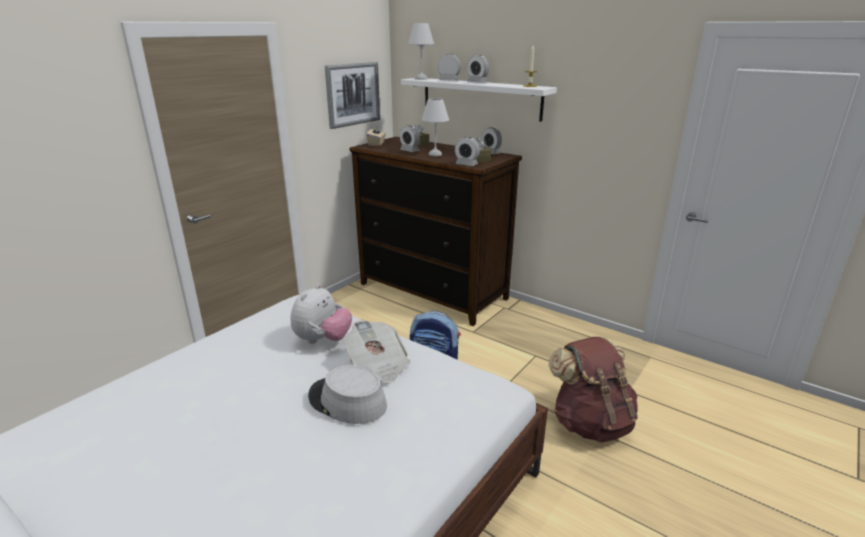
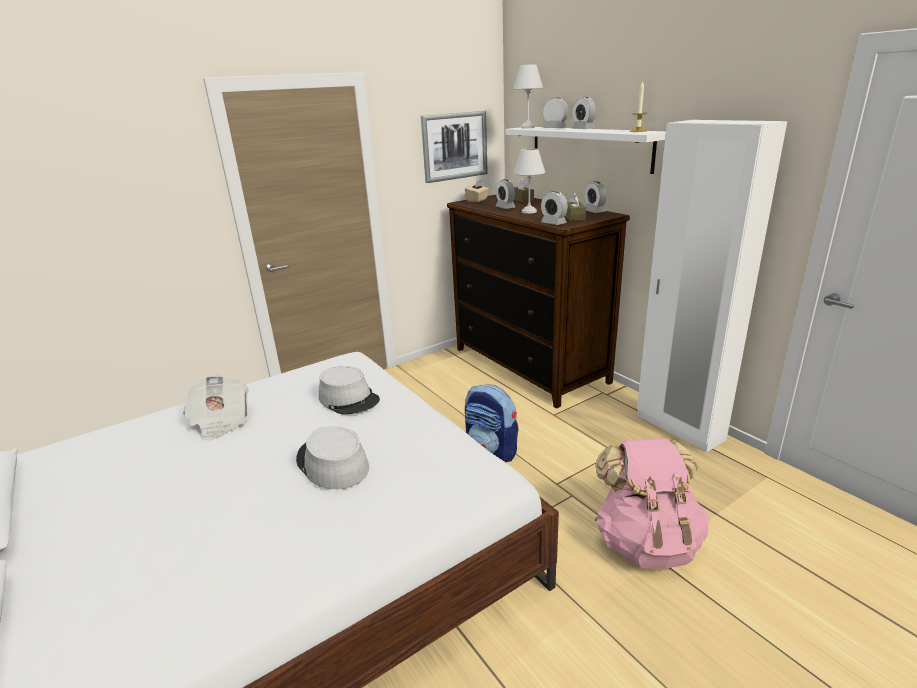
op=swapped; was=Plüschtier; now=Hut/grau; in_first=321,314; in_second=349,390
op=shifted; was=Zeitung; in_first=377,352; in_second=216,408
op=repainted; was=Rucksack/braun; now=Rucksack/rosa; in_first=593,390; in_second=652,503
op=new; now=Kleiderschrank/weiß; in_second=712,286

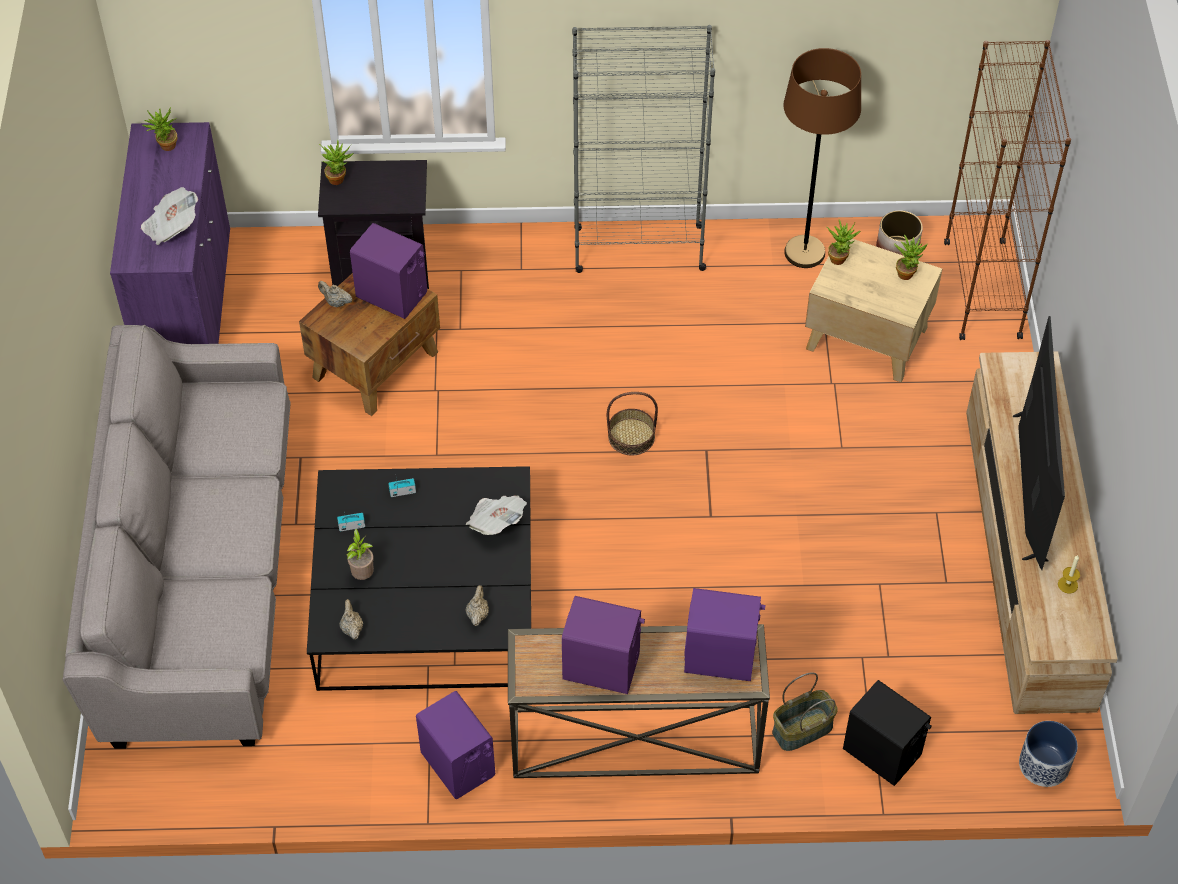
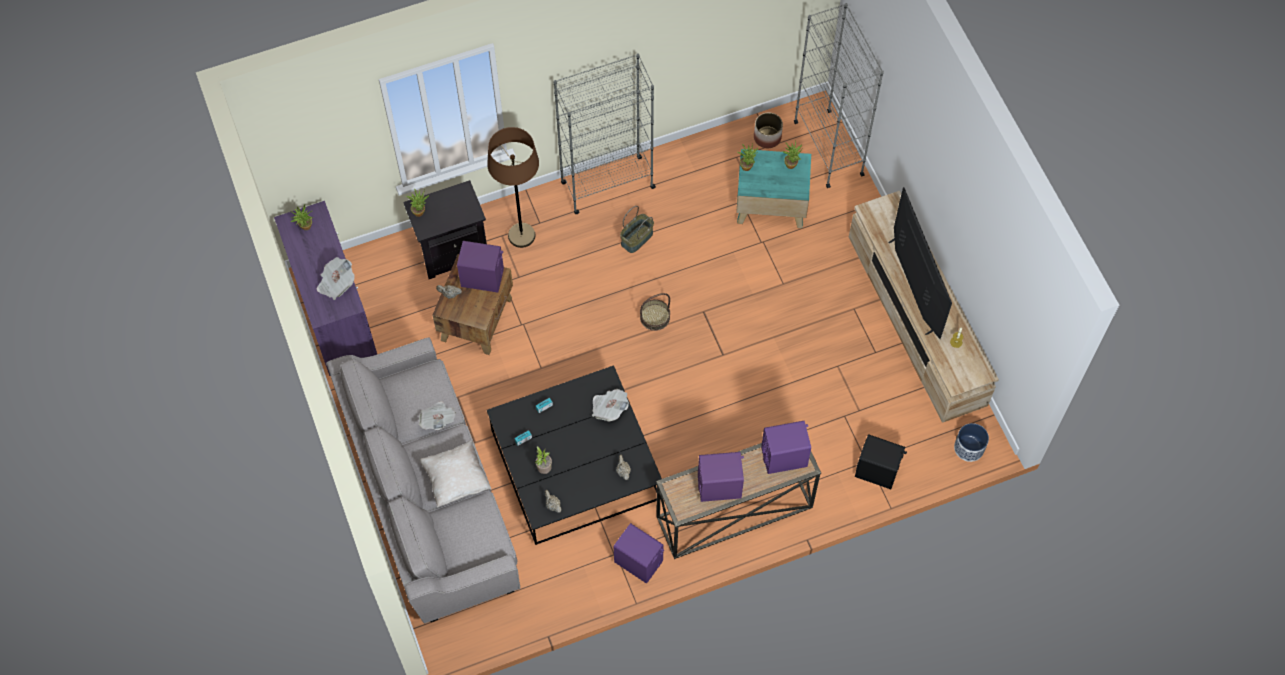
op=repainted; was=Bücherregal/braun; now=Bücherregal/grau; in_first=1007,190; in_second=839,95
op=shifted; was=Stehlampe/braun; in_first=822,158; in_second=513,187
op=repainted; was=Beistelltisch/beige; now=Beistelltisch/türkis; in_first=873,310; in_second=773,188
op=shifted; was=Korb; in_first=805,711; in_second=637,229
op=new; now=Zeitung; in_second=437,415
op=new; now=Kissen/beige; in_second=456,473

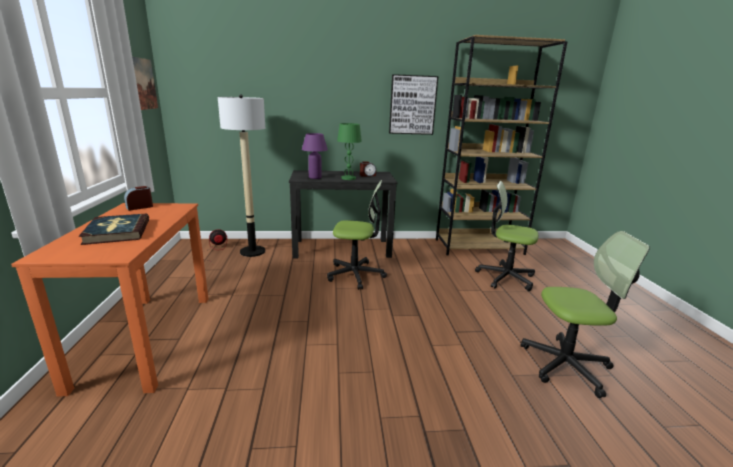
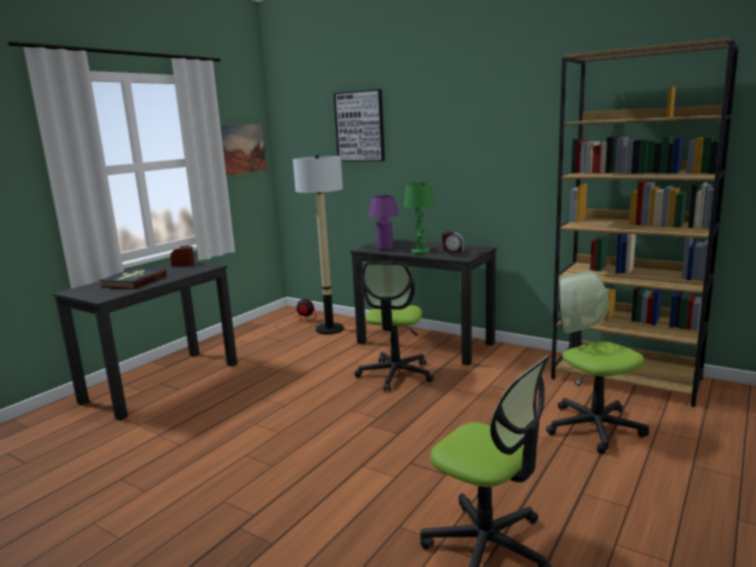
op=shifted; was=Bild; in_first=413,104; in_second=359,125
op=rotated; was=Bürostuhl; in_first=357,235; in_second=394,326; clockwise=60
op=repainted; was=Schreibtisch/orange; now=Schreibtisch/schwarz; in_first=109,300; in_second=145,341

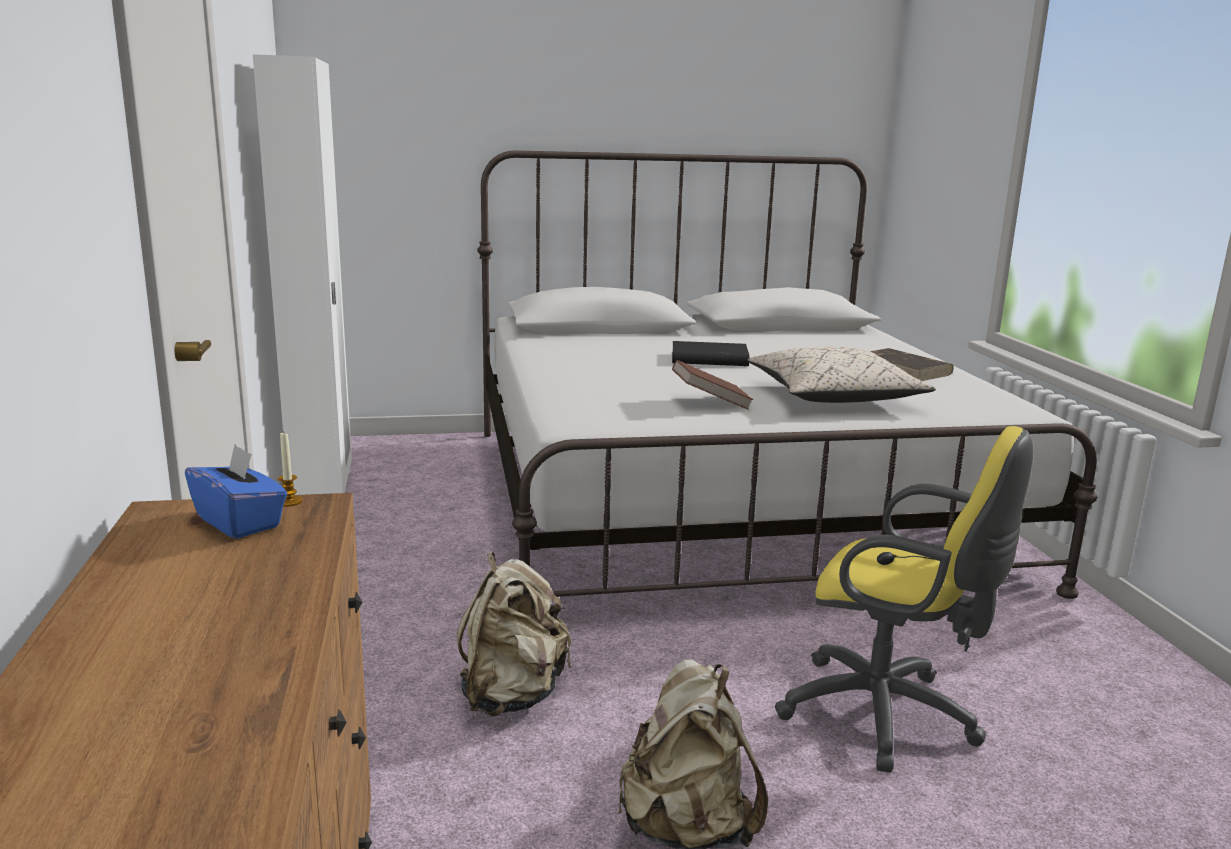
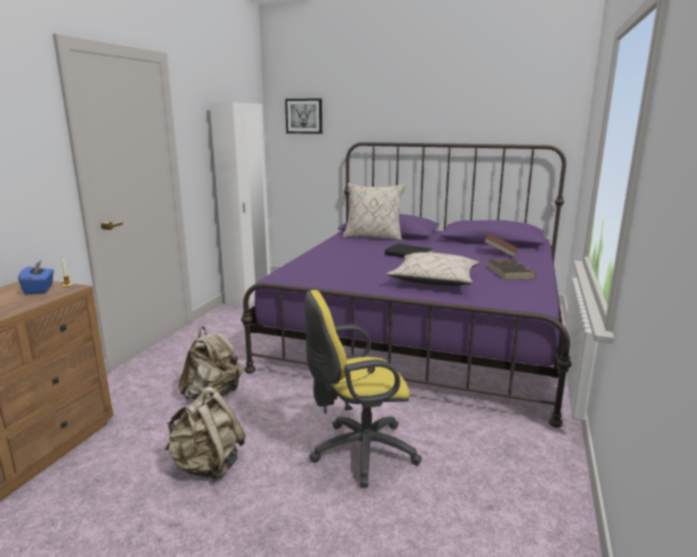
op=repainted; was=Bett/weiß; now=Bett/lila; in_first=787,374; in_second=406,284
op=shifted; was=Buch/braun; in_first=712,385; in_second=500,245
op=rotated; was=Bürostuhl/gelb; in_first=904,599; in_second=363,388; clockwise=105
op=new; now=Bild; in_second=303,116
op=new; now=Kissen/beige; in_second=374,212

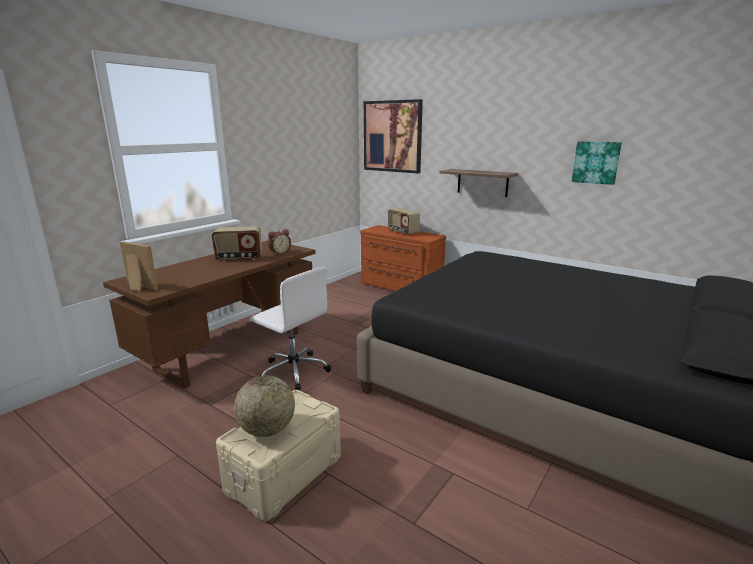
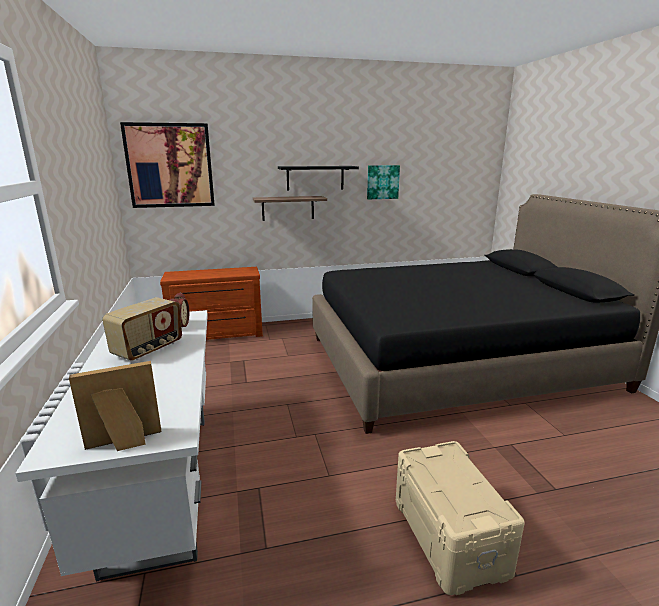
op=gone; was=Radio; in_first=404,222
op=repainted; was=Schreibtisch/braun; now=Schreibtisch/weiß; in_first=209,315; in_second=111,446
op=gone; was=Bürostuhl/weiß; in_first=290,328
op=gone; was=Globus; in_first=264,406
op=new; now=Wandregal/schwarz; in_second=318,178

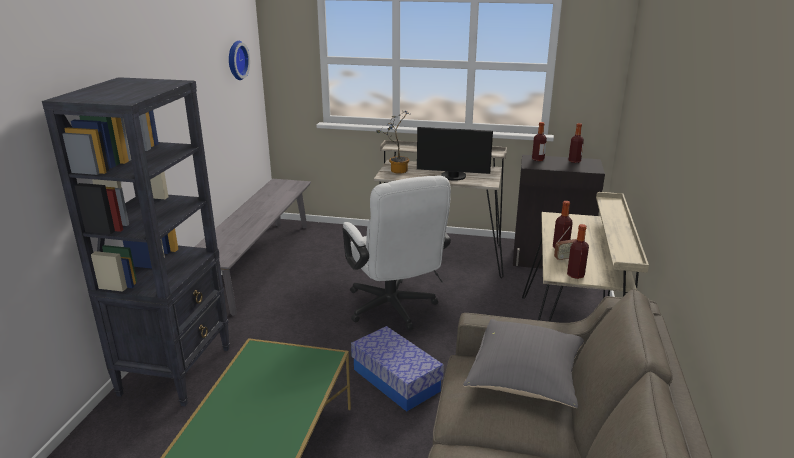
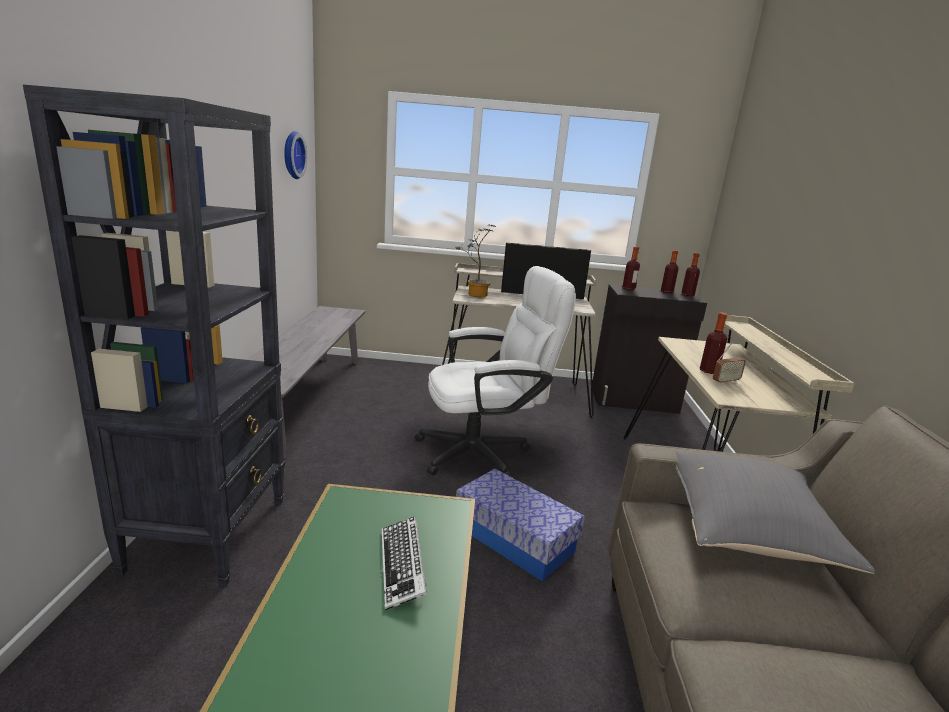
op=rotated; was=Bürostuhl/weiß; in_first=397,252; in_second=495,371; clockwise=-75
op=shifted; was=Flasche; in_first=578,251; in_second=690,274
op=new; now=Tastatur; in_second=404,563

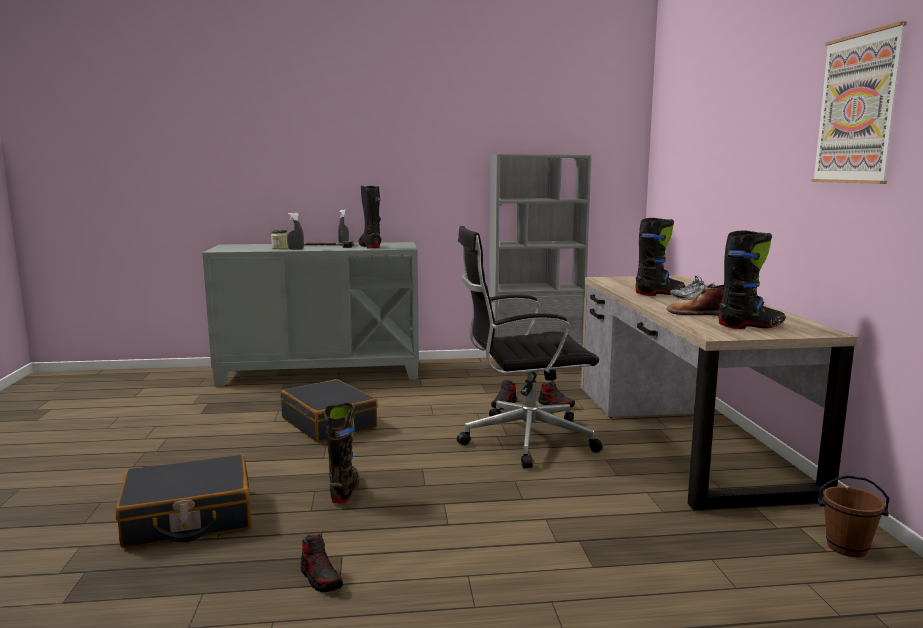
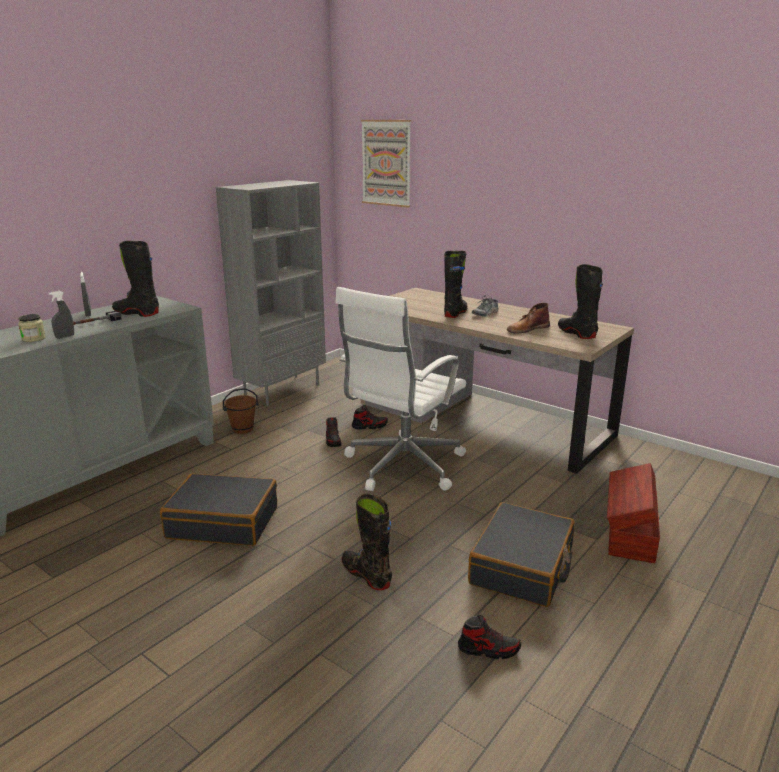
op=shifted; was=Bild; in_first=859,102; in_second=386,163
op=repainted; was=Bürostuhl/schwarz; now=Bürostuhl/weiß; in_first=529,347; in_second=400,389
op=rotated; was=Stiefel/schwarz; in_first=752,279; in_second=580,301; clockwise=-60
op=shifted; was=Koffer/schwarz; in_first=183,501; in_second=521,554
op=shifted; was=Eimer/braun; in_first=854,516; in_second=240,411
op=new; now=Aufbewahrungsbox/braun; in_second=633,513

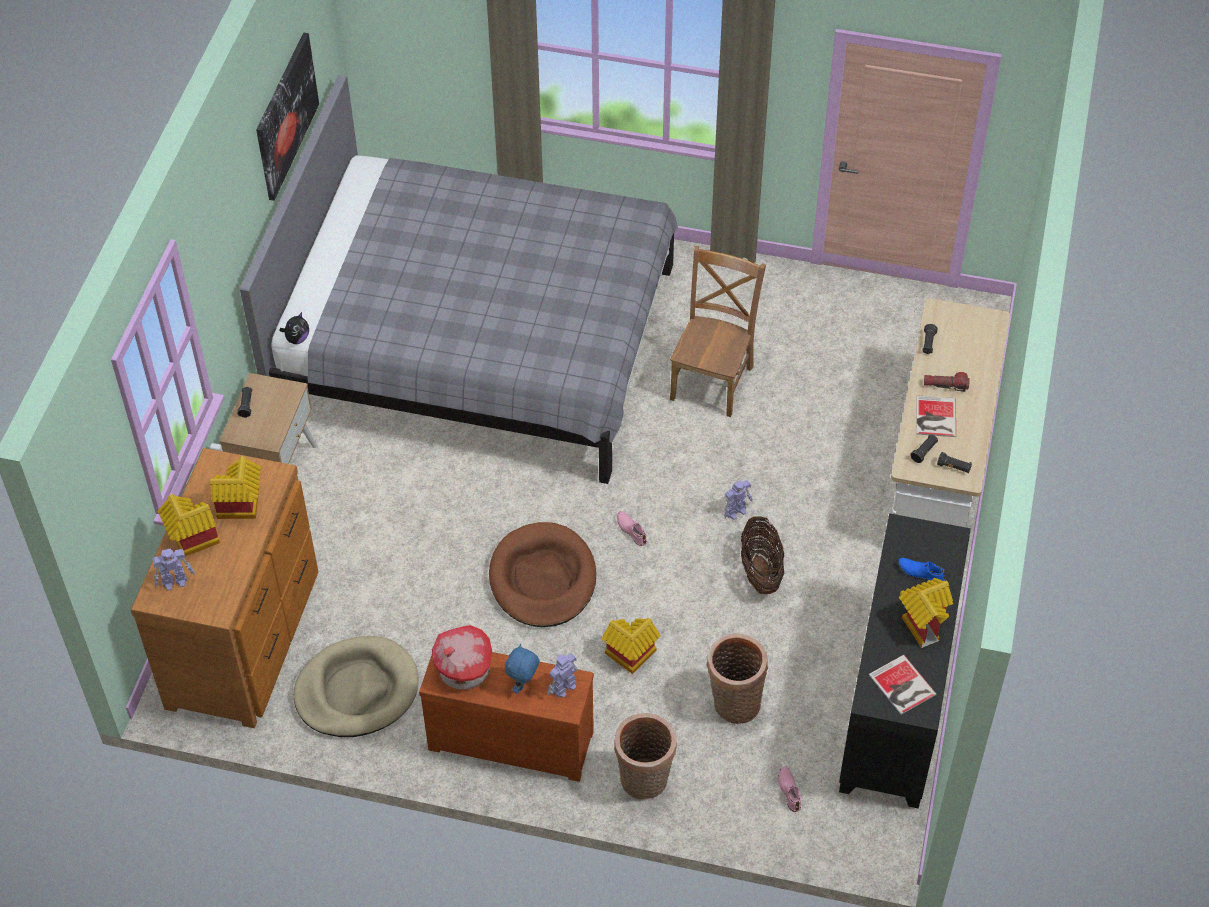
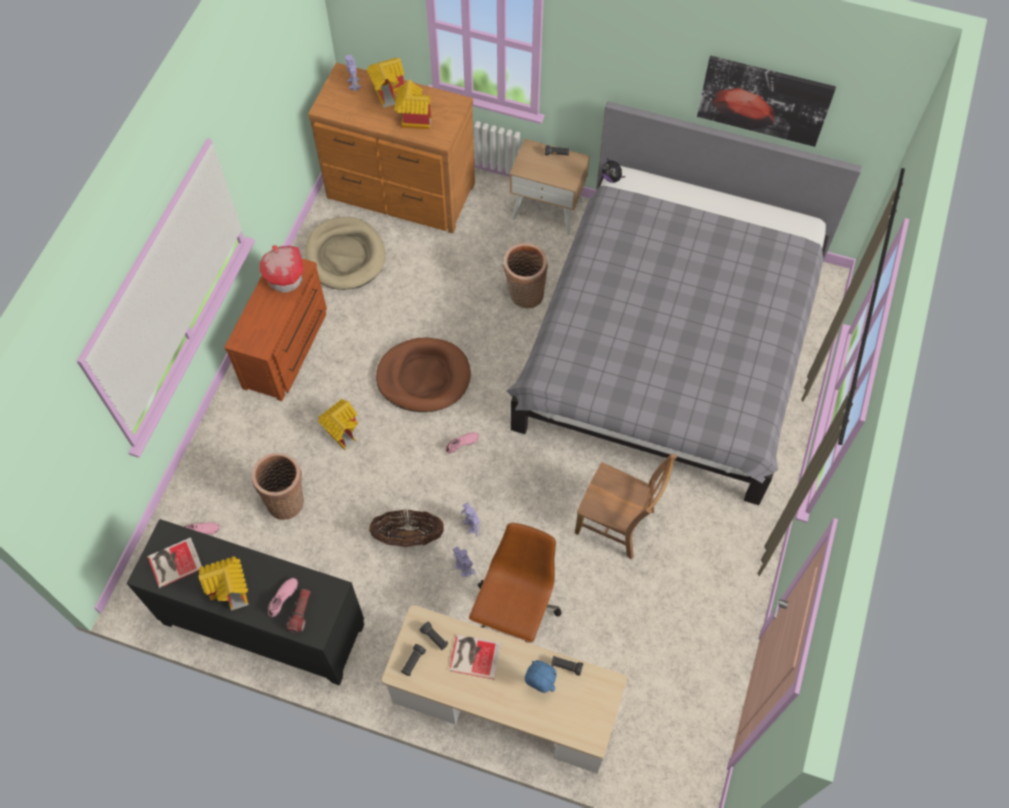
op=shifted; was=Taschenlampe; in_first=947,382; in_second=298,611
op=repainted; was=Schuh/blau; now=Schuh/rosa; in_first=922,569; in_second=283,597
op=shifted; was=Plüschtier/blau; in_first=522,668; in_second=541,676
op=shifted; was=Spielzeugroboter; in_first=562,675; in_second=464,561
op=shifted; was=Korb; in_first=645,756; in_second=525,276
op=new; now=Bürostuhl/braun; in_second=515,583

